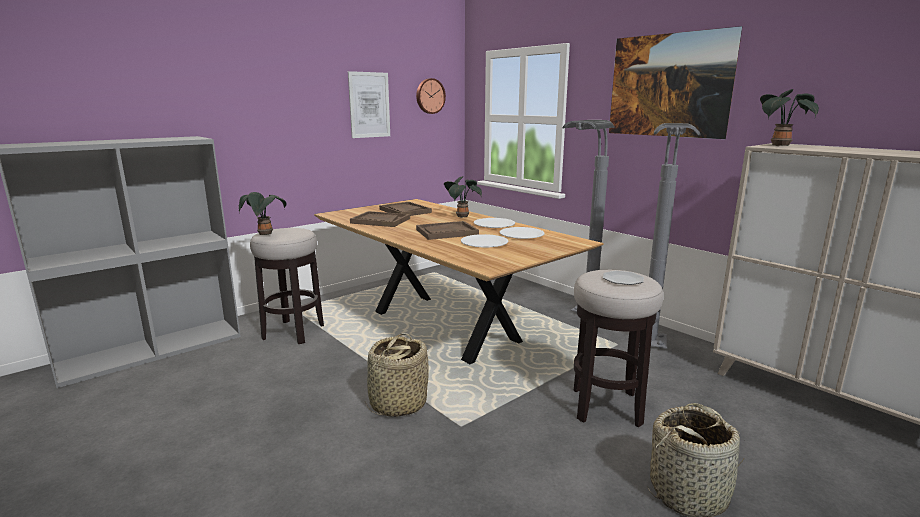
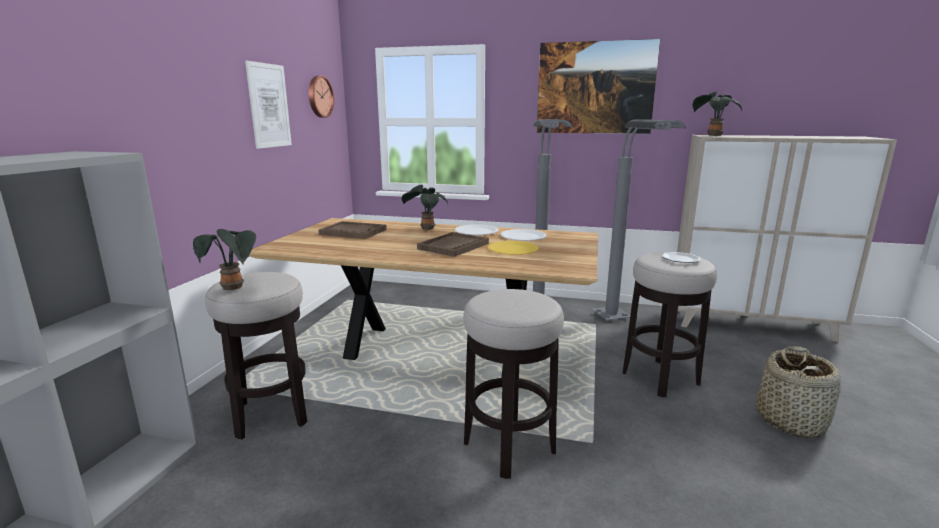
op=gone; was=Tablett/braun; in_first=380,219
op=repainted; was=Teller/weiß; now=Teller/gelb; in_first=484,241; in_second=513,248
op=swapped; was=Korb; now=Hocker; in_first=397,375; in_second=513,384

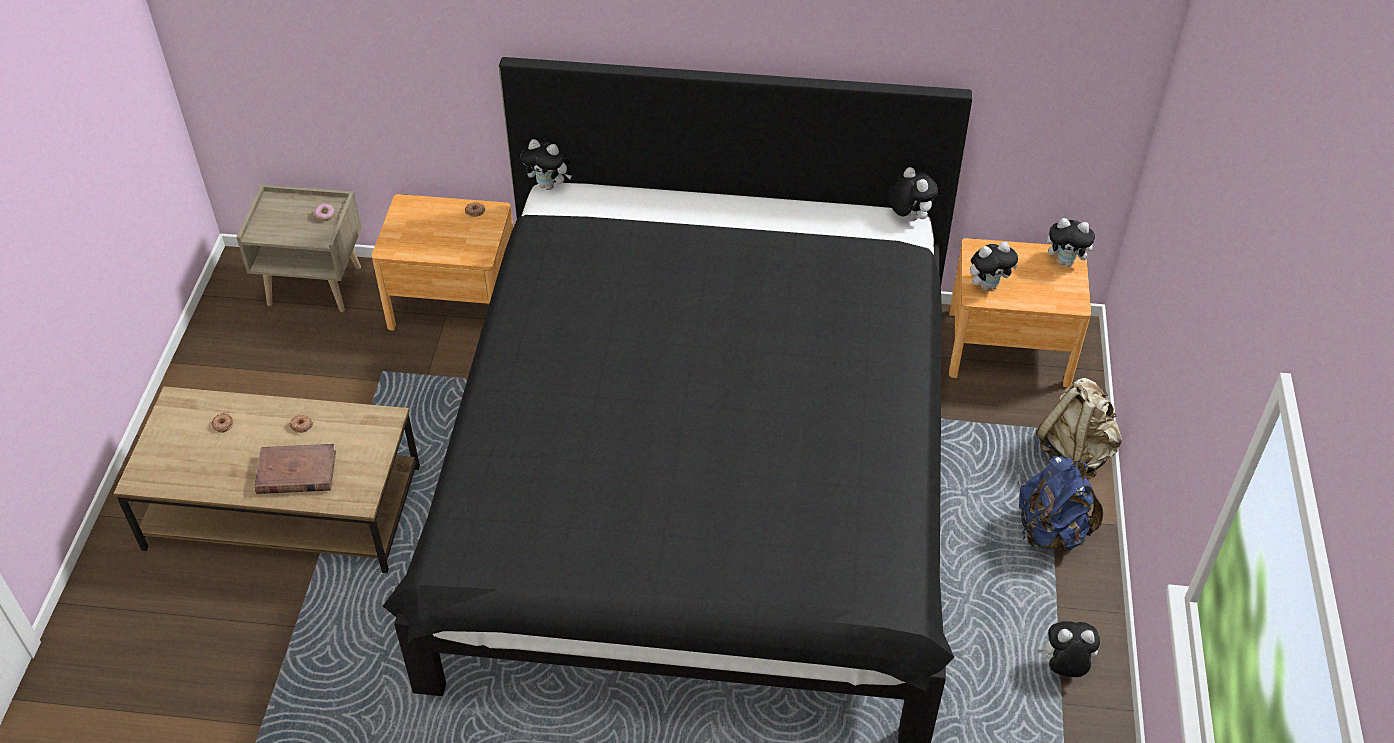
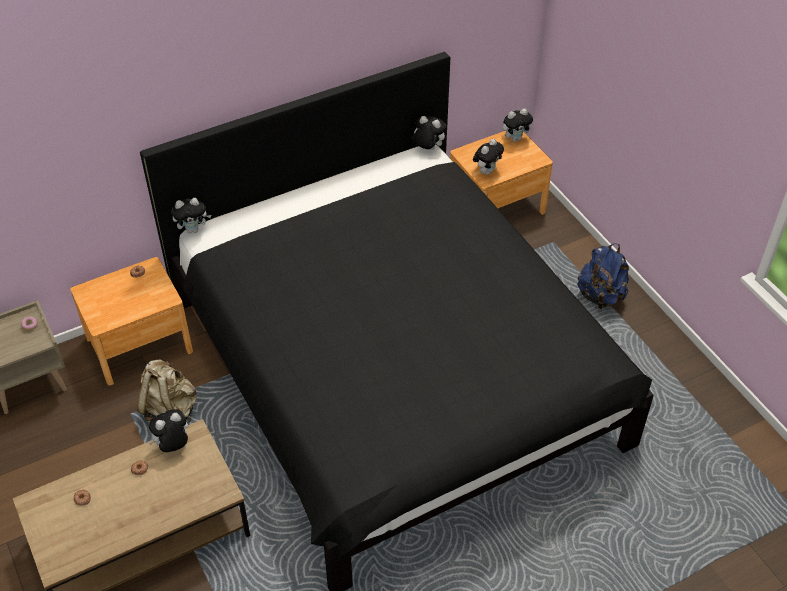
op=shifted; was=Rucksack/beige; in_first=1079,428; in_second=167,391
op=gone; was=Buch/braun; in_first=295,469
op=shifted; was=Plüschtier; in_first=1068,649; in_second=168,430

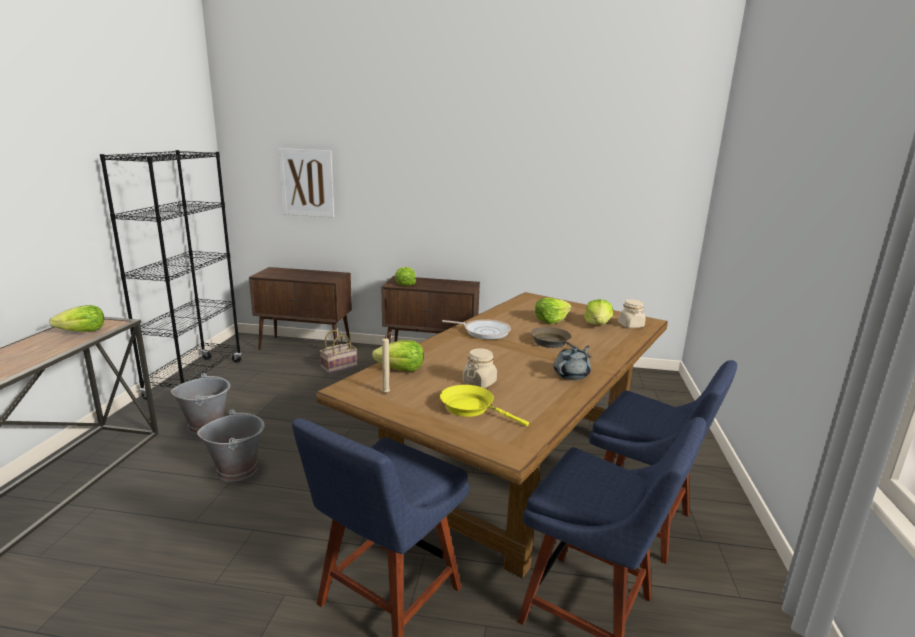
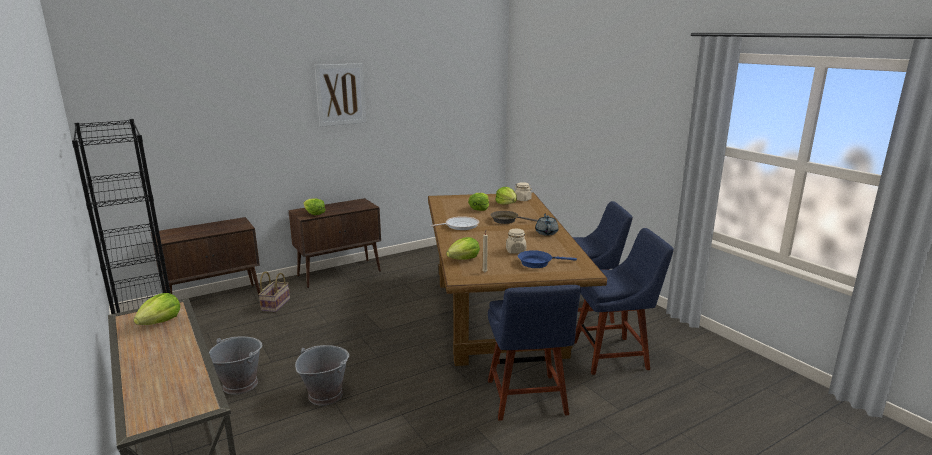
op=shifted; was=Bild; in_first=306,182; in_second=340,95
op=repainted; was=Pfanne/gelb; now=Pfanne/blau; in_first=484,405; in_second=547,259

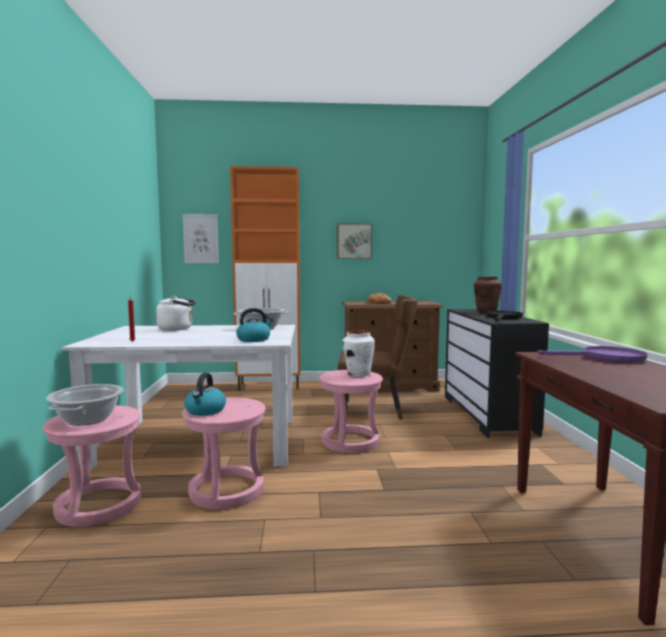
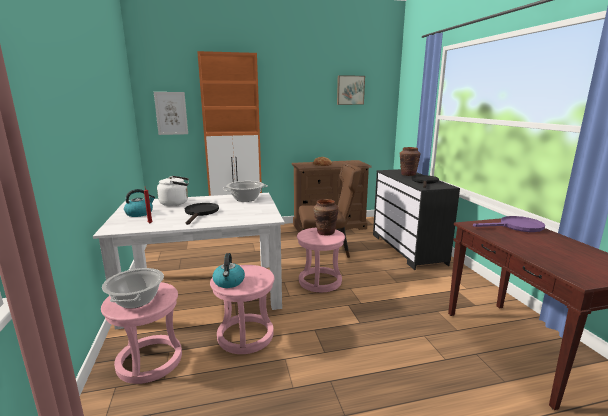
op=shifted; was=Bild; in_first=354,241; in_second=351,90
op=shifted; was=Wasserkessel; in_first=255,325; in_second=139,203
op=repainted; was=Vase/weiß; now=Vase/braun; in_first=359,353; in_second=326,217
op=new; now=Pfanne/schwarz; in_second=202,214

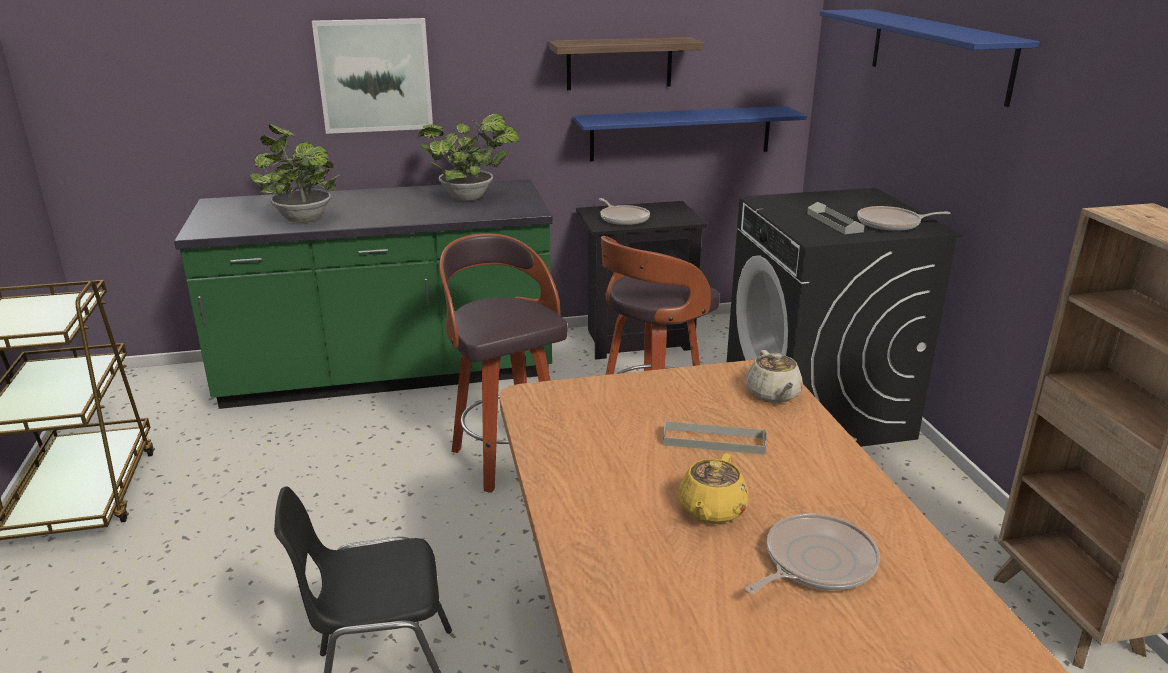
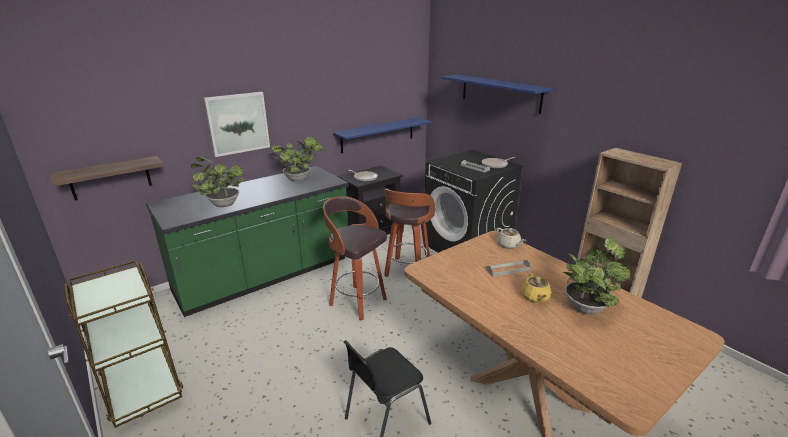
op=shifted; was=Wandregal; in_first=626,63; in_second=107,178
op=swapped; was=Pfanne; now=Topfpflanze; in_first=812,553; in_second=597,276

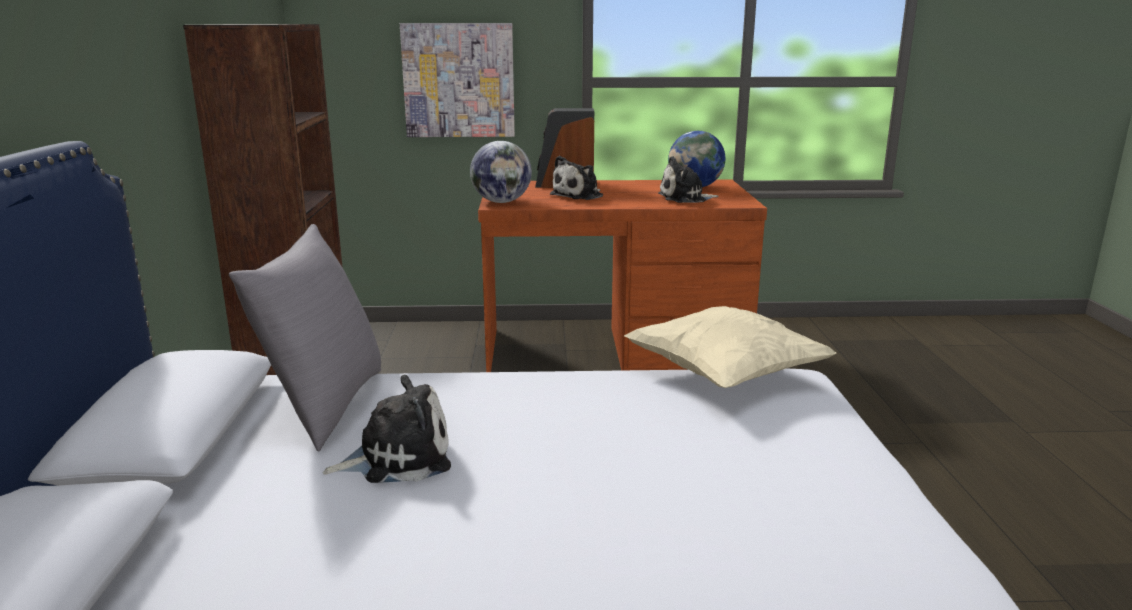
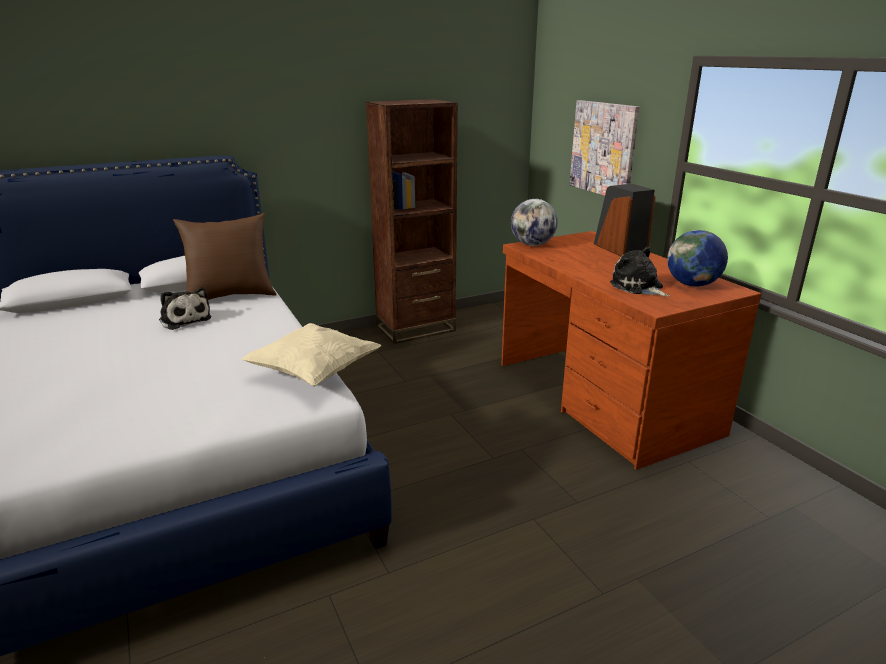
op=gone; was=Plüschtier; in_first=576,178
op=repainted; was=Kissen/grau; now=Kissen/braun; in_first=305,337; in_second=225,256

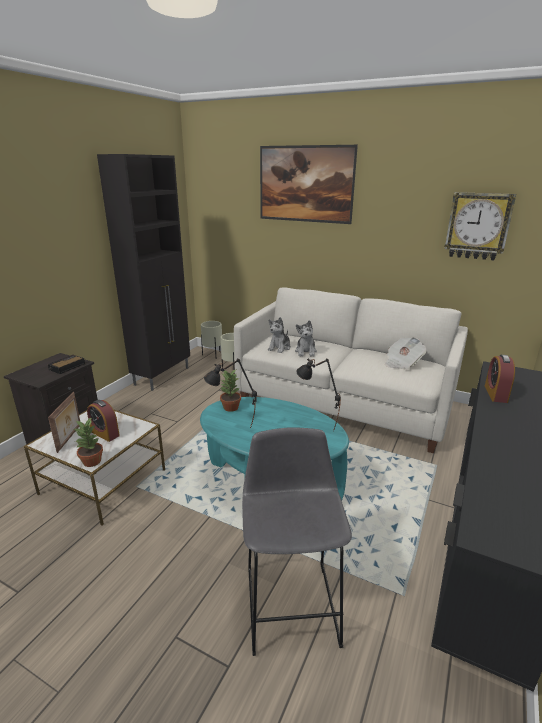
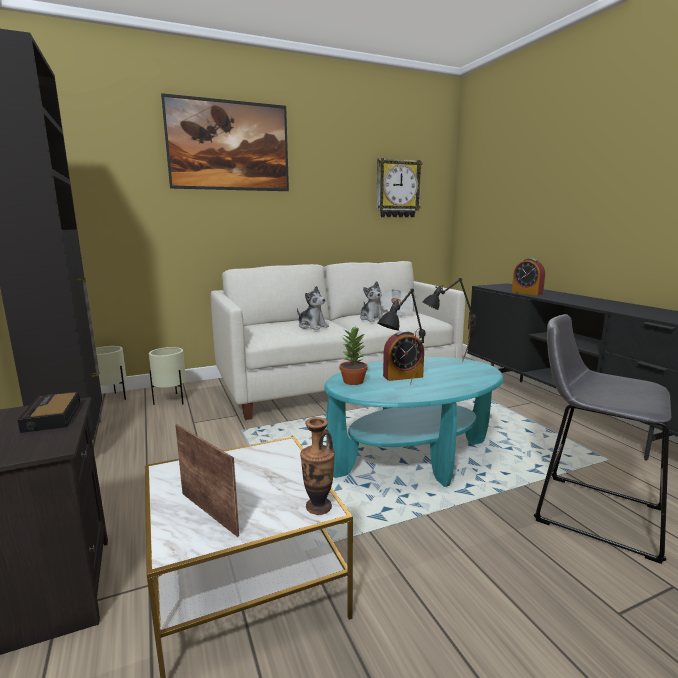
op=shifted; was=Plüschtier; in_first=279,335; in_second=371,301
op=shifted; was=Wecker; in_first=103,421; in_second=403,355
op=swapped; was=Topfpflanze; now=Vase; in_first=88,442; in_second=317,466

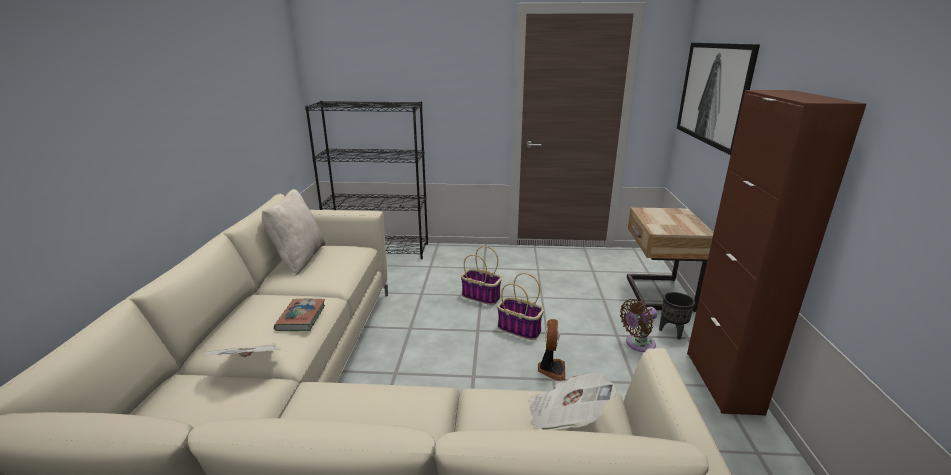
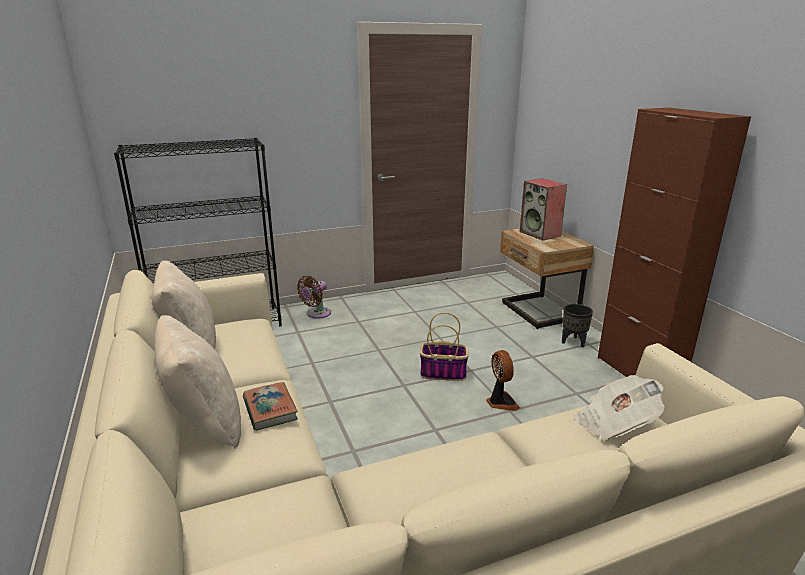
op=gone; was=Bild; in_first=718,99
op=gone; was=Korb; in_first=481,275
op=shifted; was=Ventilator/braun; in_first=638,325; in_second=314,297
op=gone; was=Zeitung; in_first=241,350
op=new; now=Lautsprecher; in_second=543,209
op=new; now=Kissen/beige; in_second=198,382

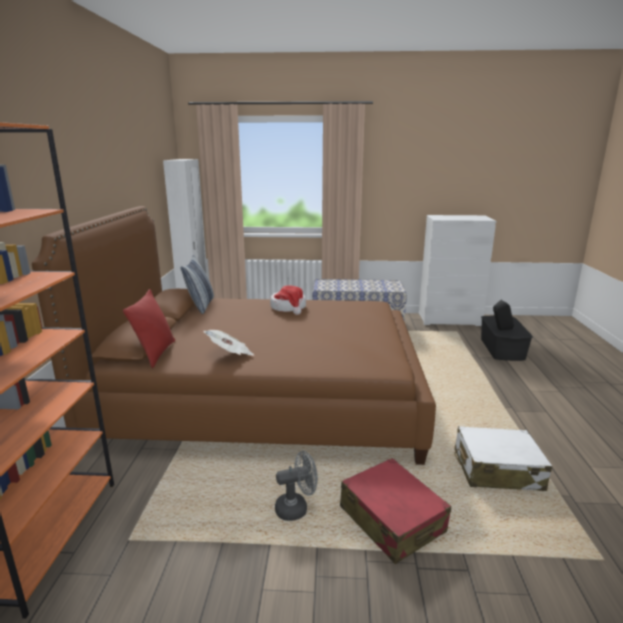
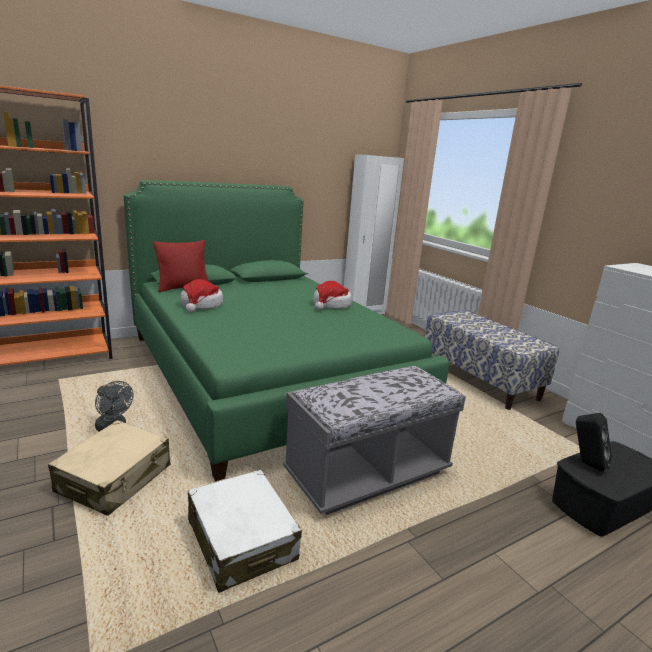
op=repainted; was=Bett/braun; now=Bett/grün; in_first=234,335; in_second=286,330
op=gone; was=Kissen; in_first=197,284
op=swapped; was=Zeitung; now=Hut; in_first=228,343; in_second=201,296
op=repainted; was=Koffer/rot; now=Koffer/beige; in_first=395,511; in_second=109,468
op=new; now=Bank/grau; in_second=374,440

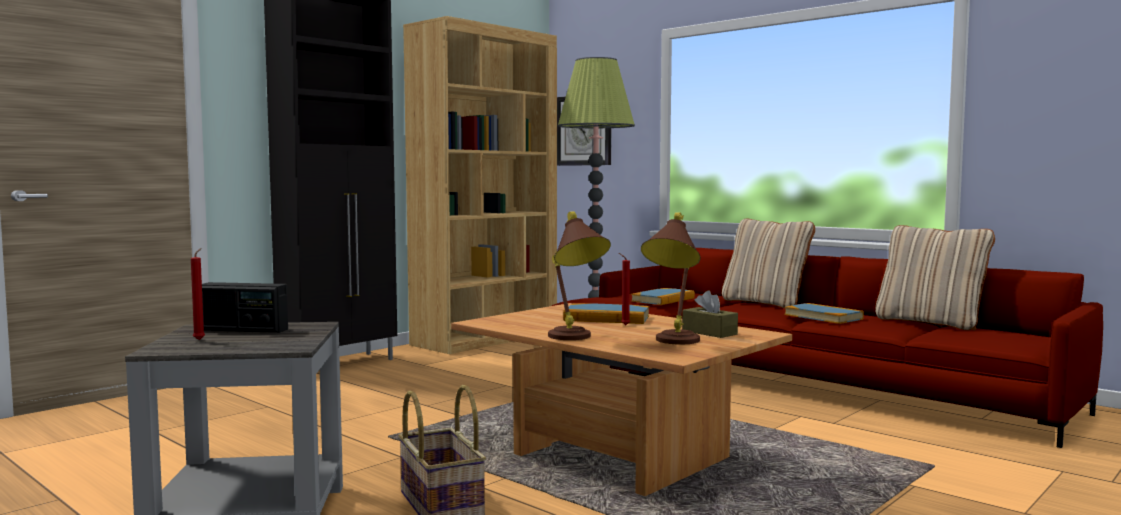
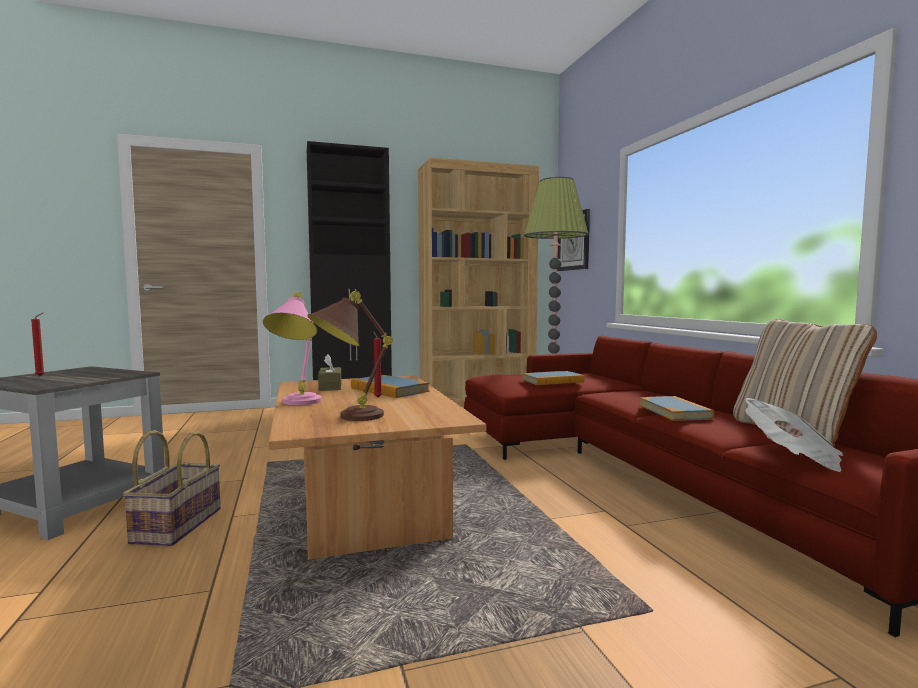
op=repainted; was=Tischlampe/braun; now=Tischlampe/rosa; in_first=579,275; in_second=292,348
op=gone; was=Kissen/beige; in_first=768,263
op=gone; was=Radio; in_first=245,307
op=shifted; was=Taschentuchbox/braun; in_first=710,314; in_second=329,372
op=new; now=Zeitung; in_second=794,435

